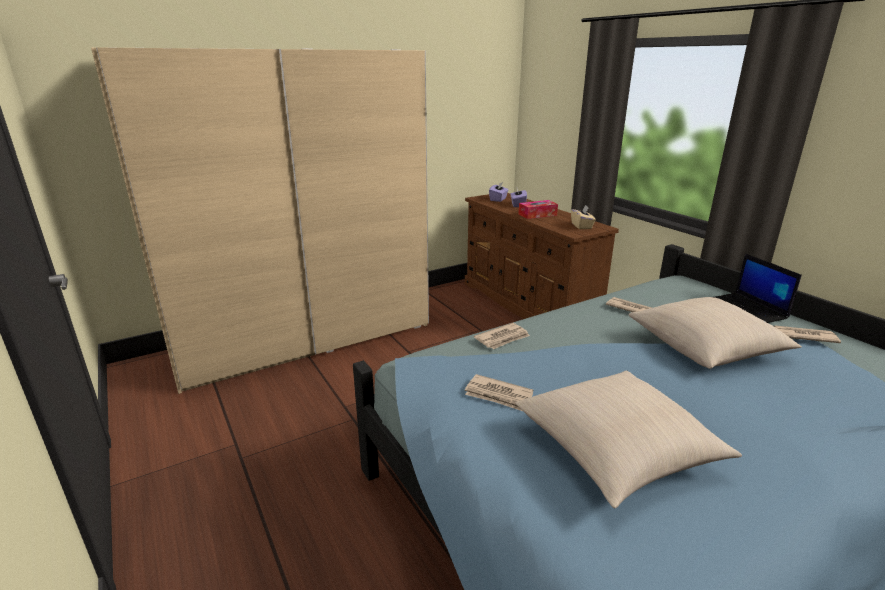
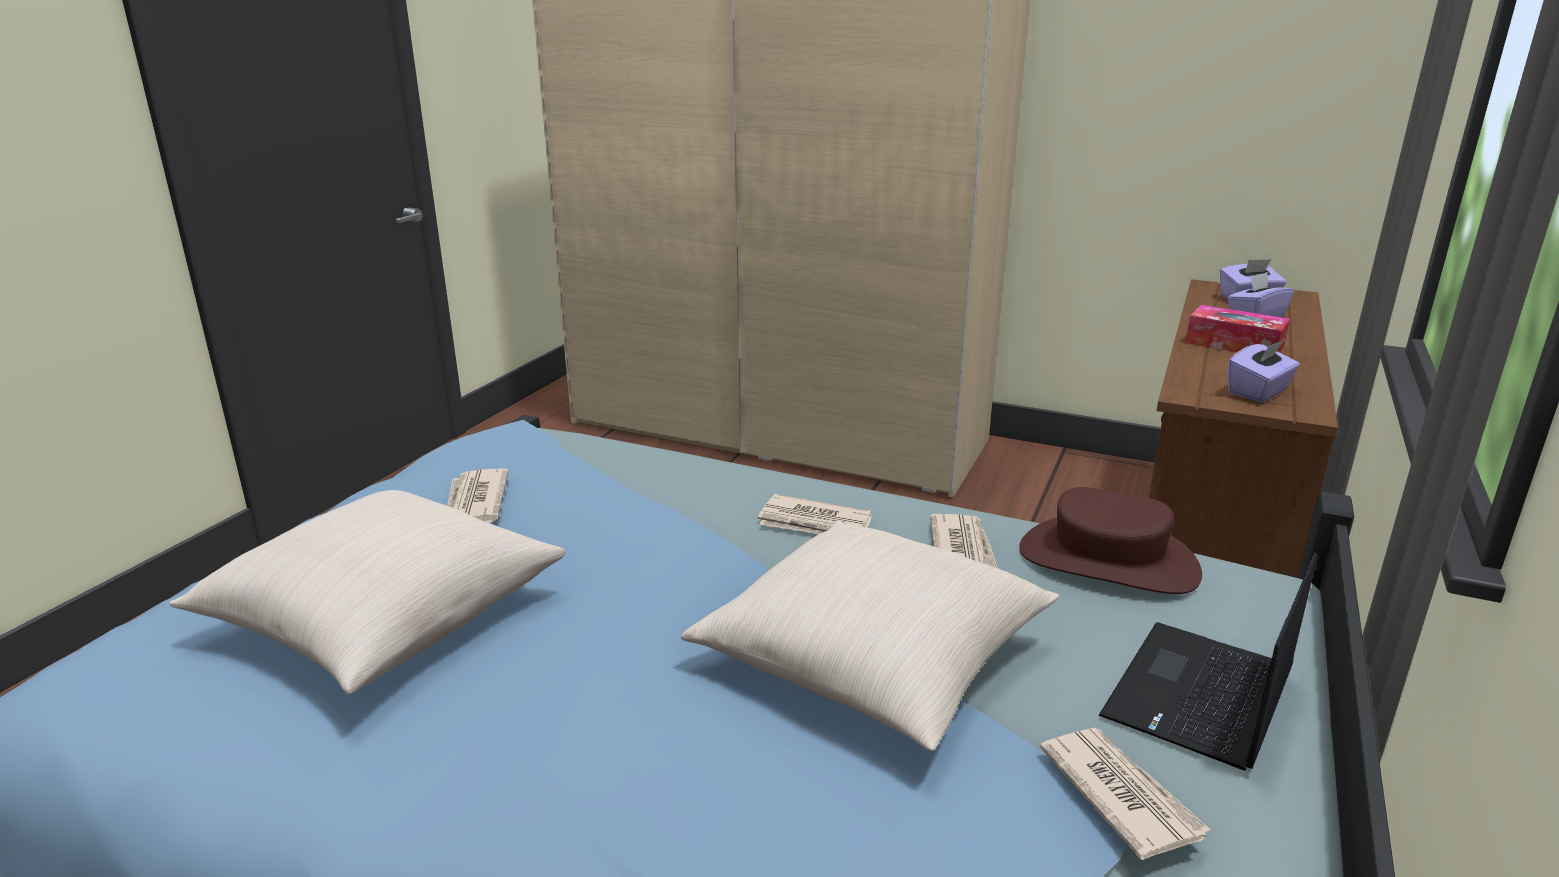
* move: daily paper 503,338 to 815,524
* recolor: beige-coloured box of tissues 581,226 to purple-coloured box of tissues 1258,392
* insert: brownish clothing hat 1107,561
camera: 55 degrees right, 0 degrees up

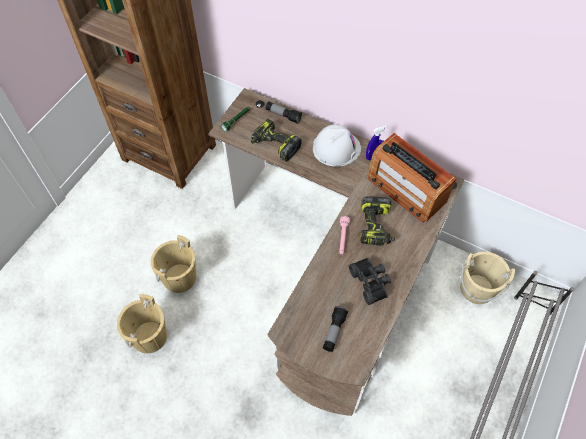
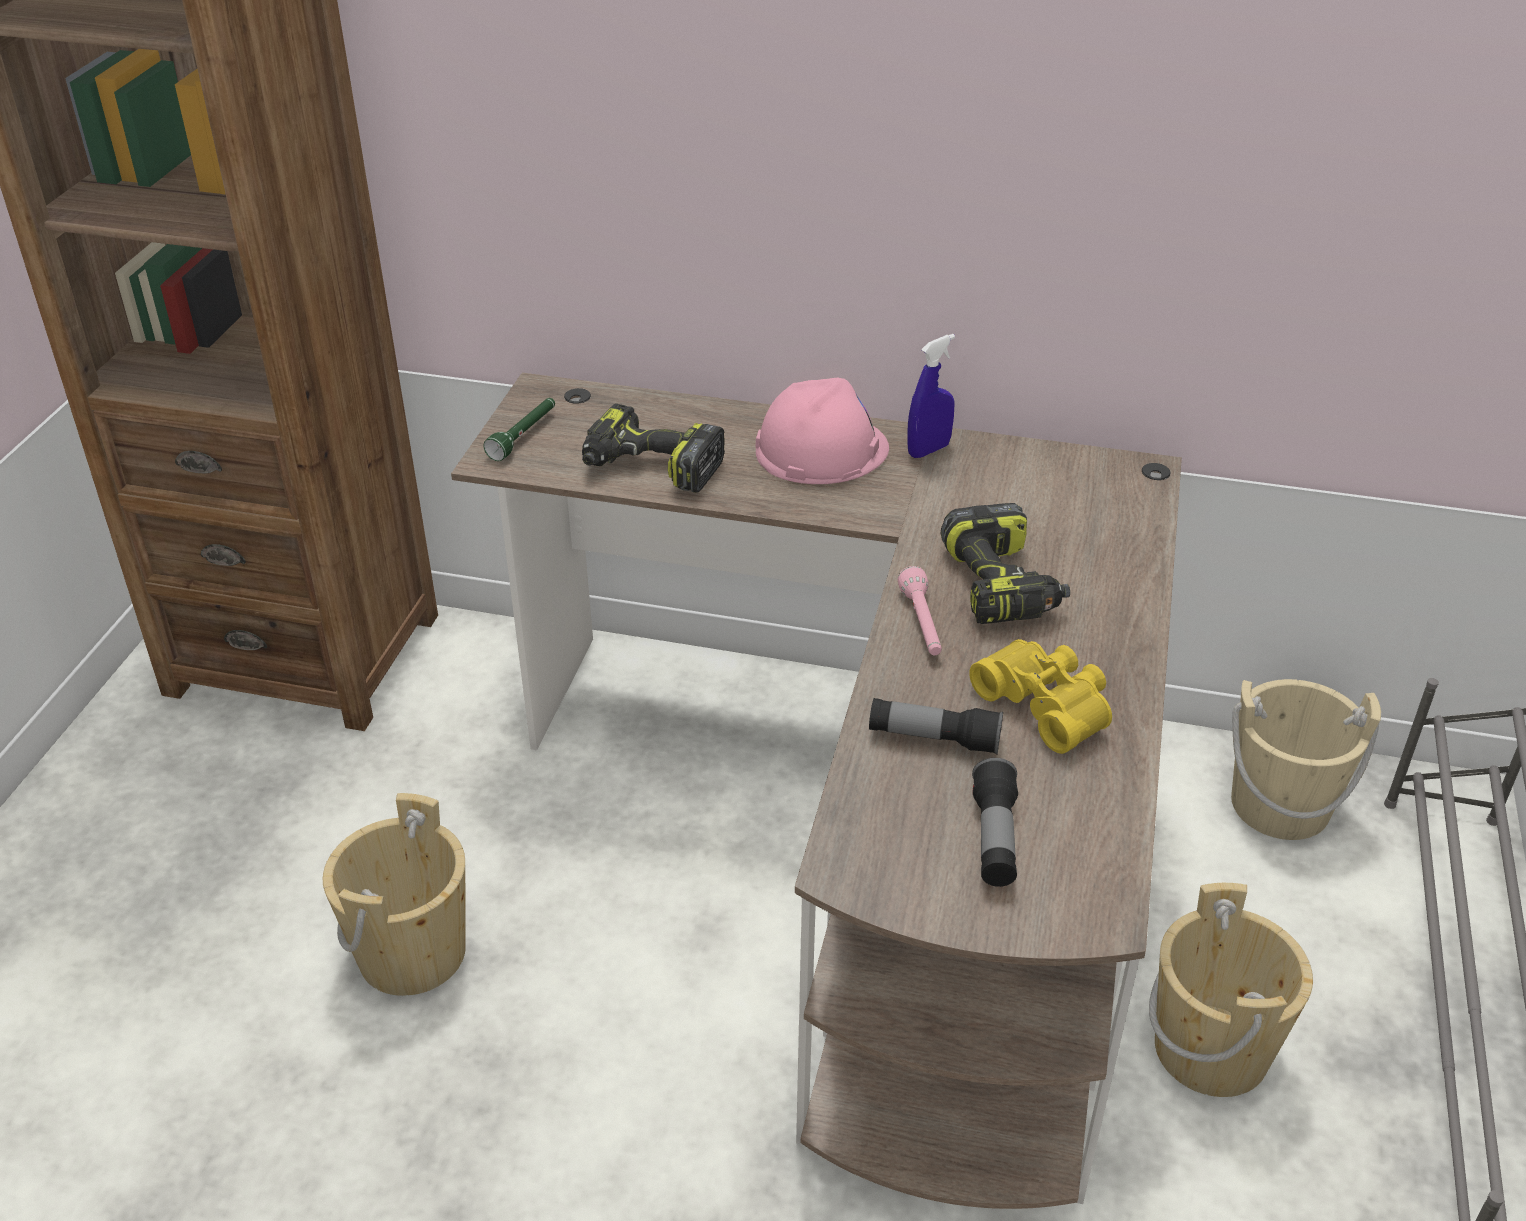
* move: beige-coloured bucket 149,336 to 1211,1049
* move: flashlight 283,115 to 934,738
* recolor: whitish safety helmet 336,148 to pink safety helmet 821,449
* recolor: black-coloured pair of binoculars 371,282 to yellow-coloured pair of binoculars 1047,704
* delete: radio receiver 406,189
camera: 15 degrees left, 20 degrees down

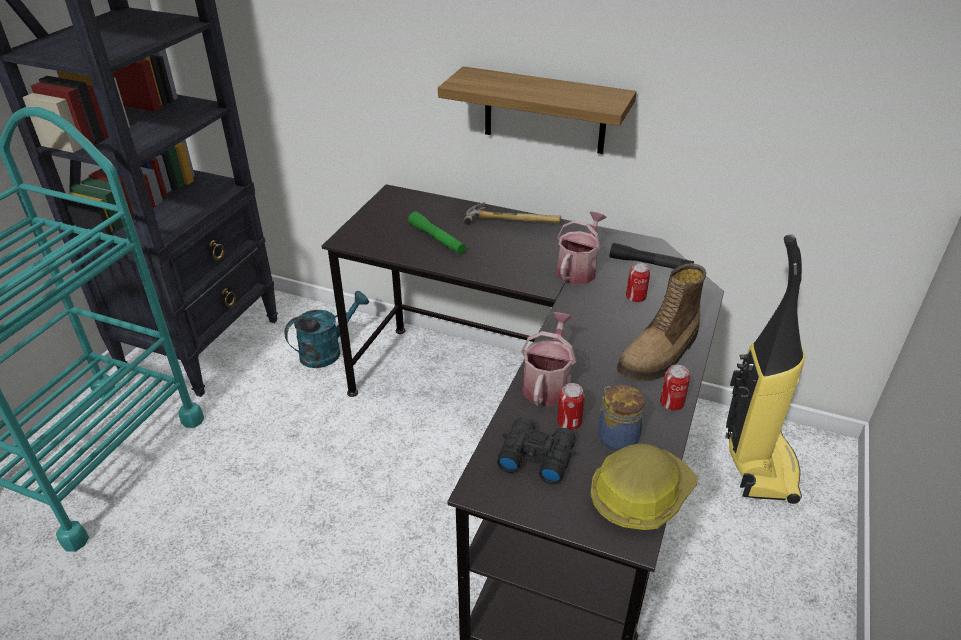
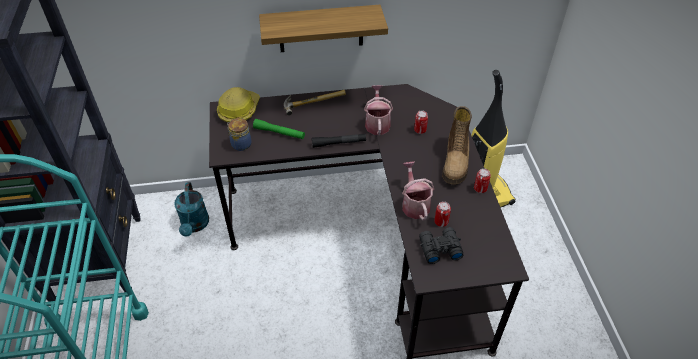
* rotate: blue-green watering can 327,351 = 195,225 150 degrees clockwise
* move: safety helmet 640,495 to 239,110
* move: storage jar 616,436 to 240,144
* move: black-coloured flashlight 650,264 to 339,143
camera: 30 degrees left, 10 degrees up

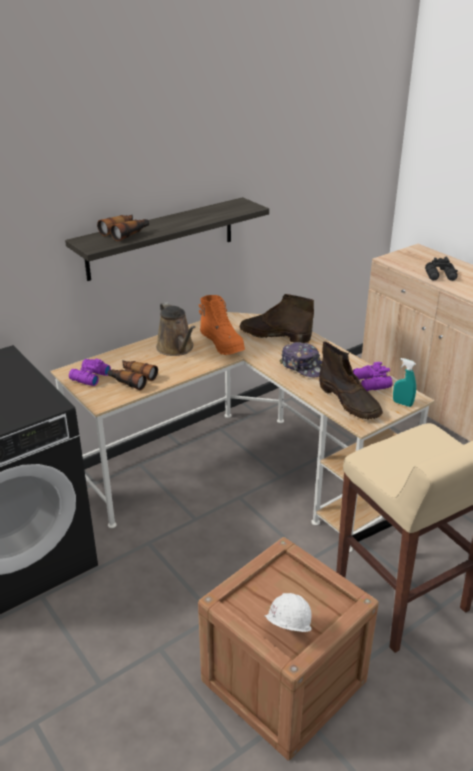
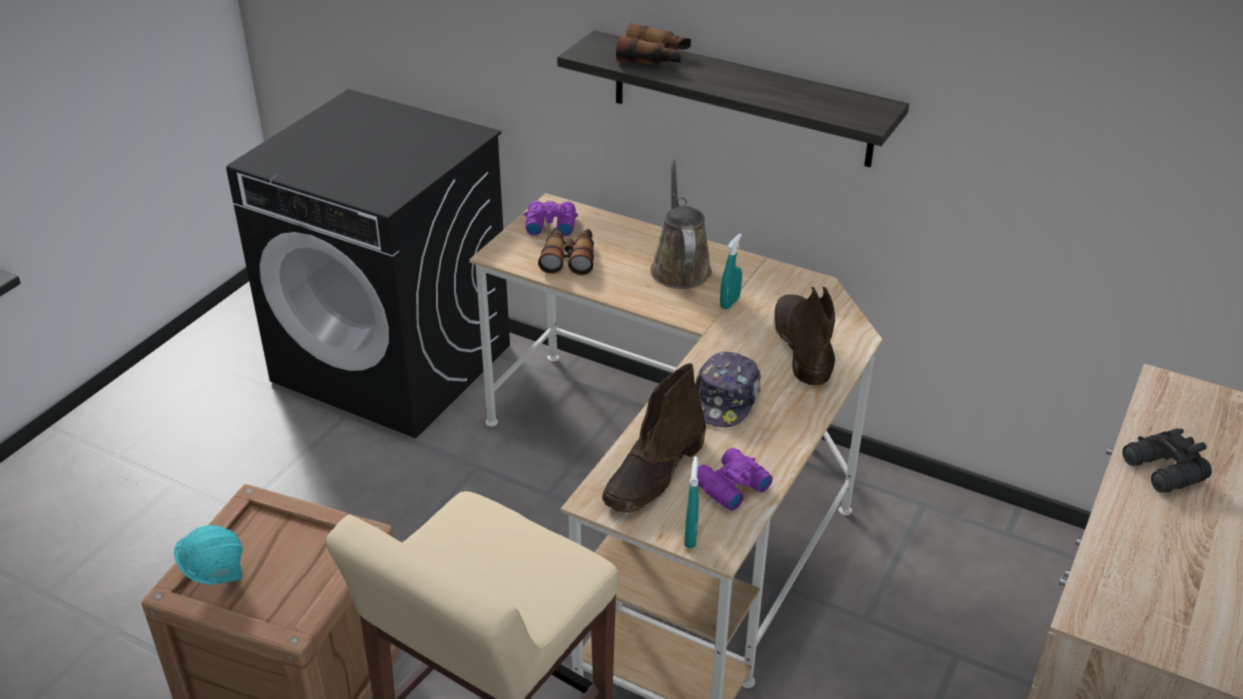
* rotate: brownish watering can 176,348 = 679,267 135 degrees clockwise
* replace: orange-coloured high-top boot 222,343 to blue-green sprayer 729,302
* recolor: whitish safety helmet 286,635 to blue-green safety helmet 216,578
camera: 65 degrees right, 5 degrees up

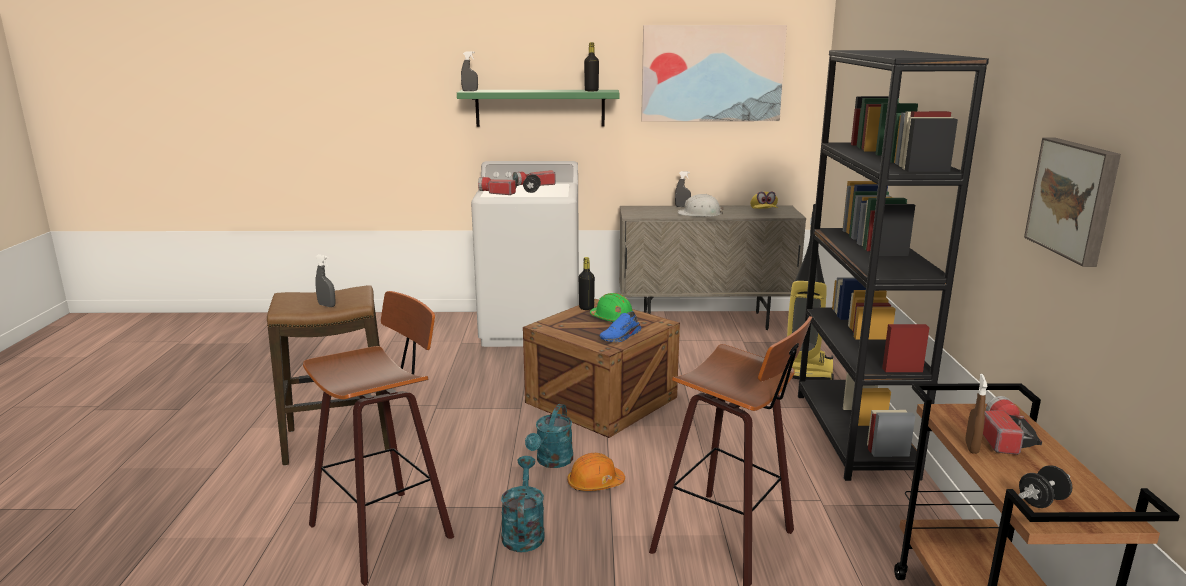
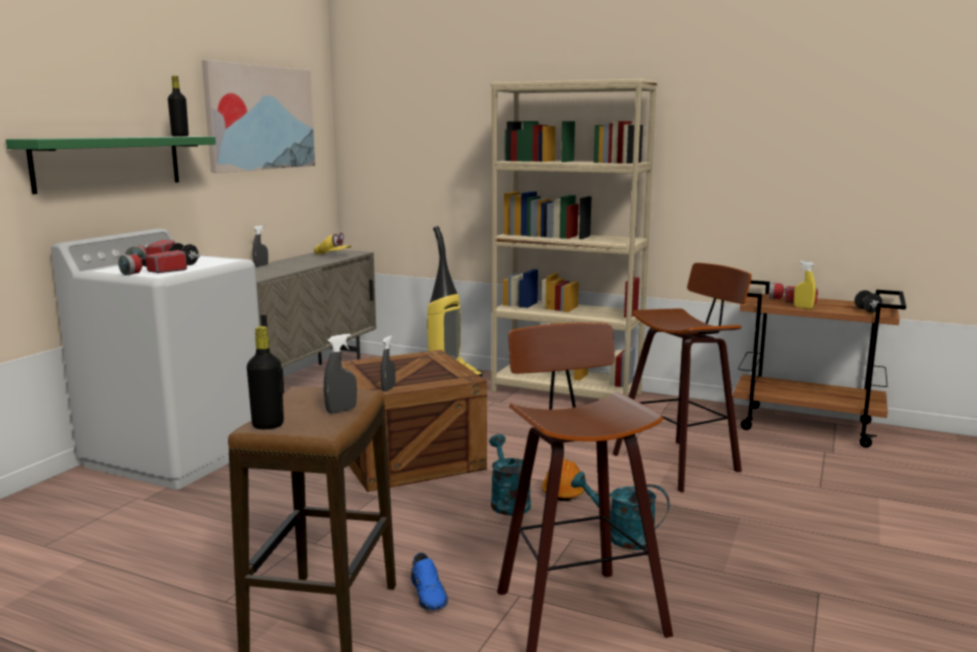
* move: gray sprayer 470,91 to 388,389
* rotate: blue-green watering can 552,462 = 508,501 150 degrees counterclockwise
* move: black-coloured bottle 586,308 to 268,425
* delete: green safety helmet 612,319
* move: blue item of footwear 621,337 to 429,594
* delete: whitish safety helmet 700,214
* recolor: black-coloured shelving unit 854,434 to beige-coloured shelving unit 566,393
* recolor: brownish sprayer 971,447 to yellow-coloured sprayer 803,307
* delete: picture 1075,199
camera: 65 degrees left, 5 degrees down

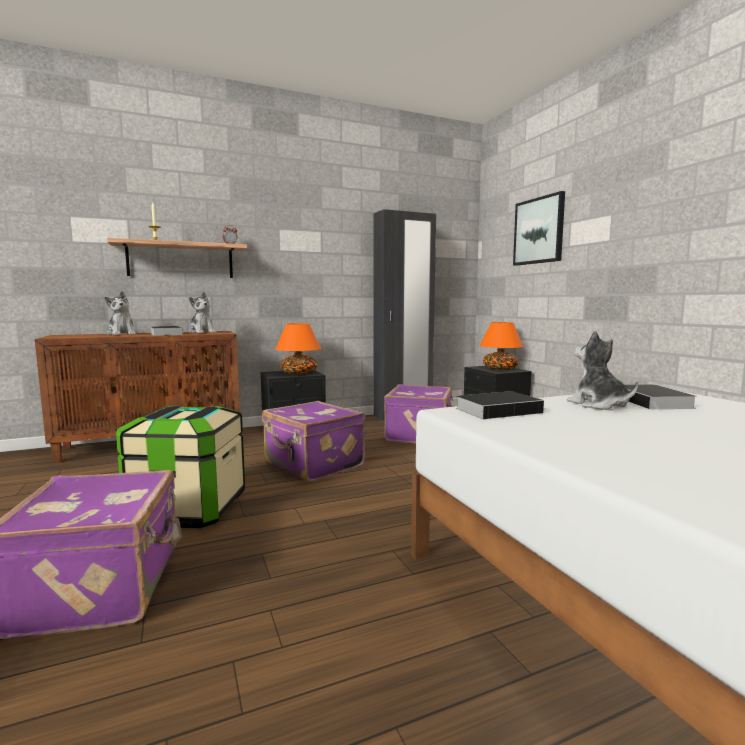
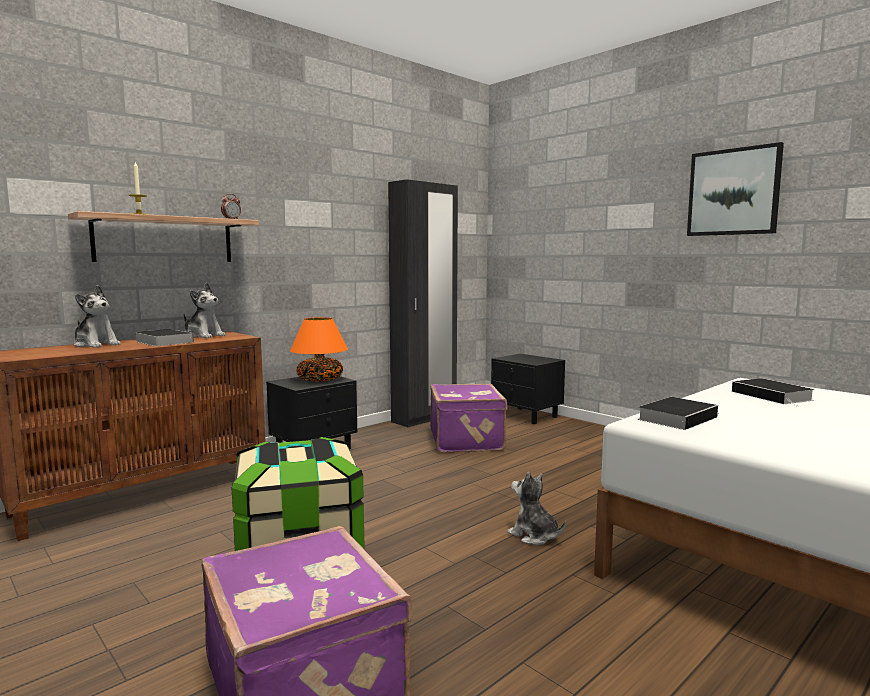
* delete: purple-coloured piece of luggage 313,465
* delete: orange-coloured tabletop lamp 500,369
* move: picture 539,231 to 733,192
* move: soft toy 598,405 to 534,536
camera: 20 degrees left, 0 degrees up

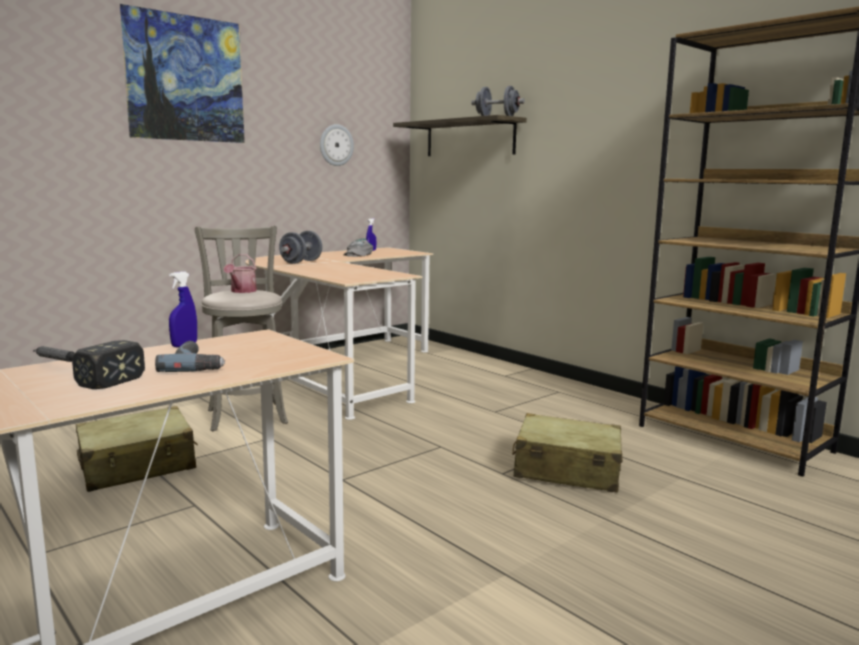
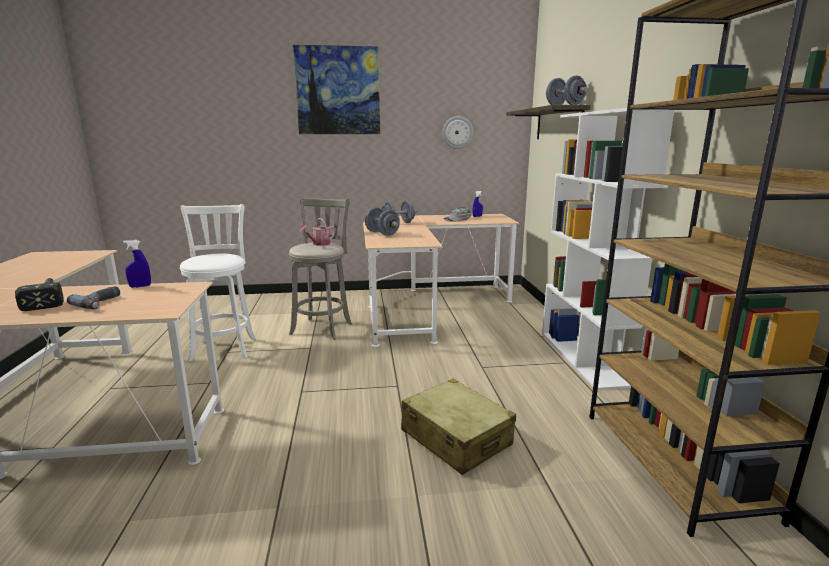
* replace: beige-coloured piece of luggage 138,465 to whitish stool 224,347
* insert: gray hand weight 382,233
* insert: whitish shelving unit 583,358
camera: 35 degrees right, 5 degrees up

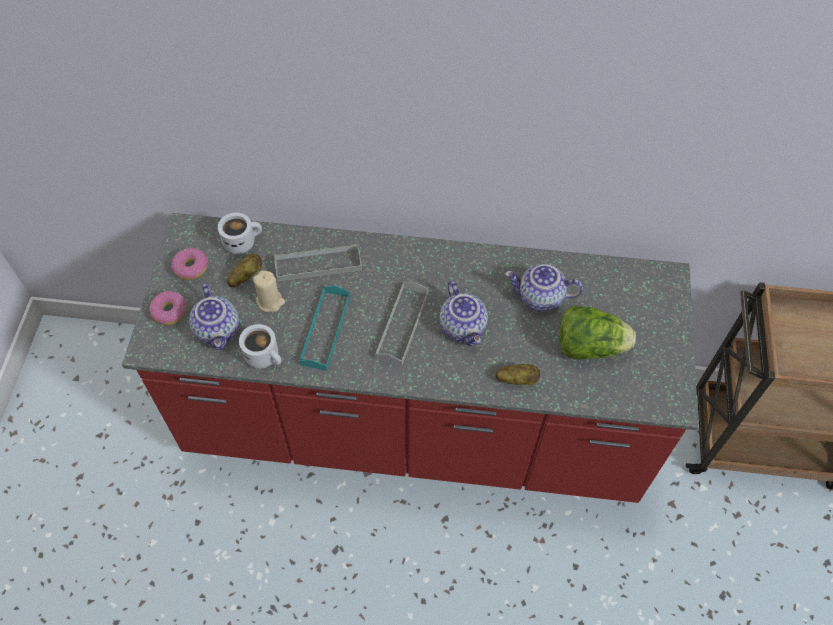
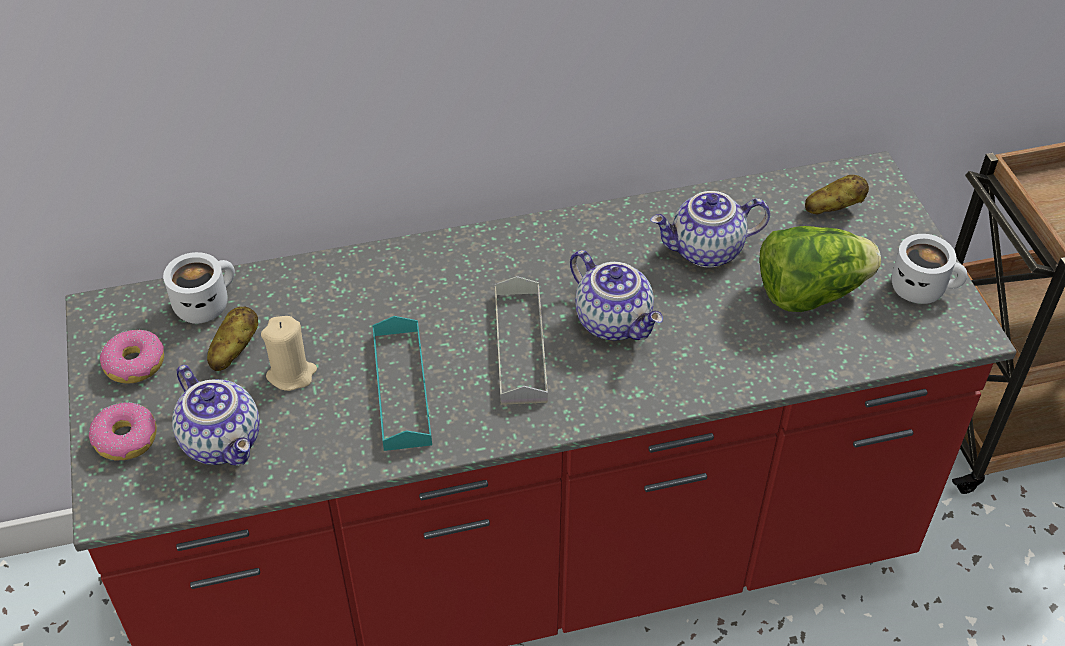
* move: whitish mug 265,356 to 922,287
* delete: gray serving tray 318,264
* move: potato 516,379 to 833,208
camera: 20 degrees left, 10 degrees down

